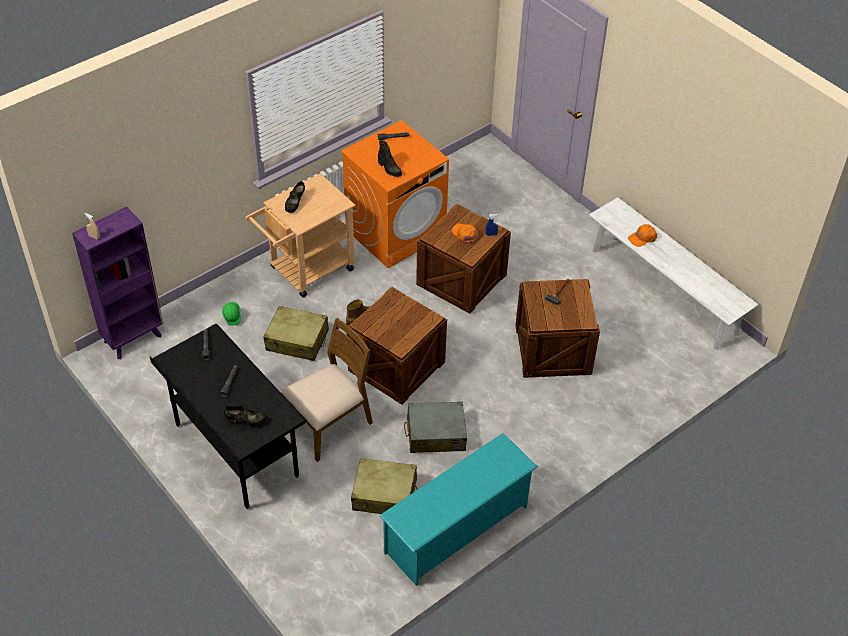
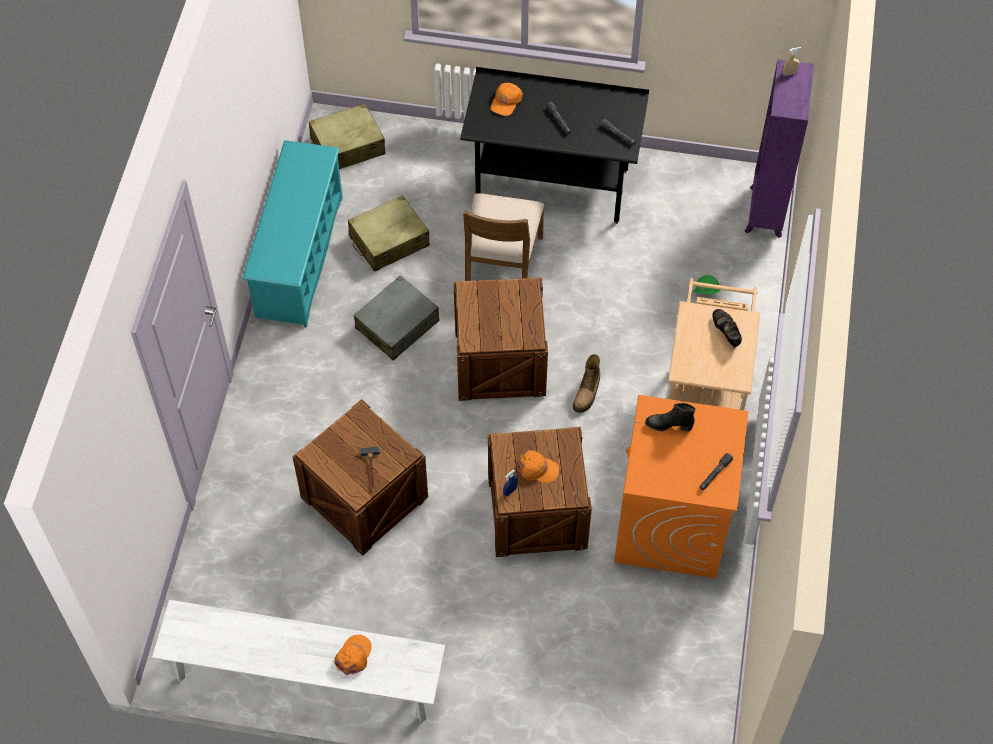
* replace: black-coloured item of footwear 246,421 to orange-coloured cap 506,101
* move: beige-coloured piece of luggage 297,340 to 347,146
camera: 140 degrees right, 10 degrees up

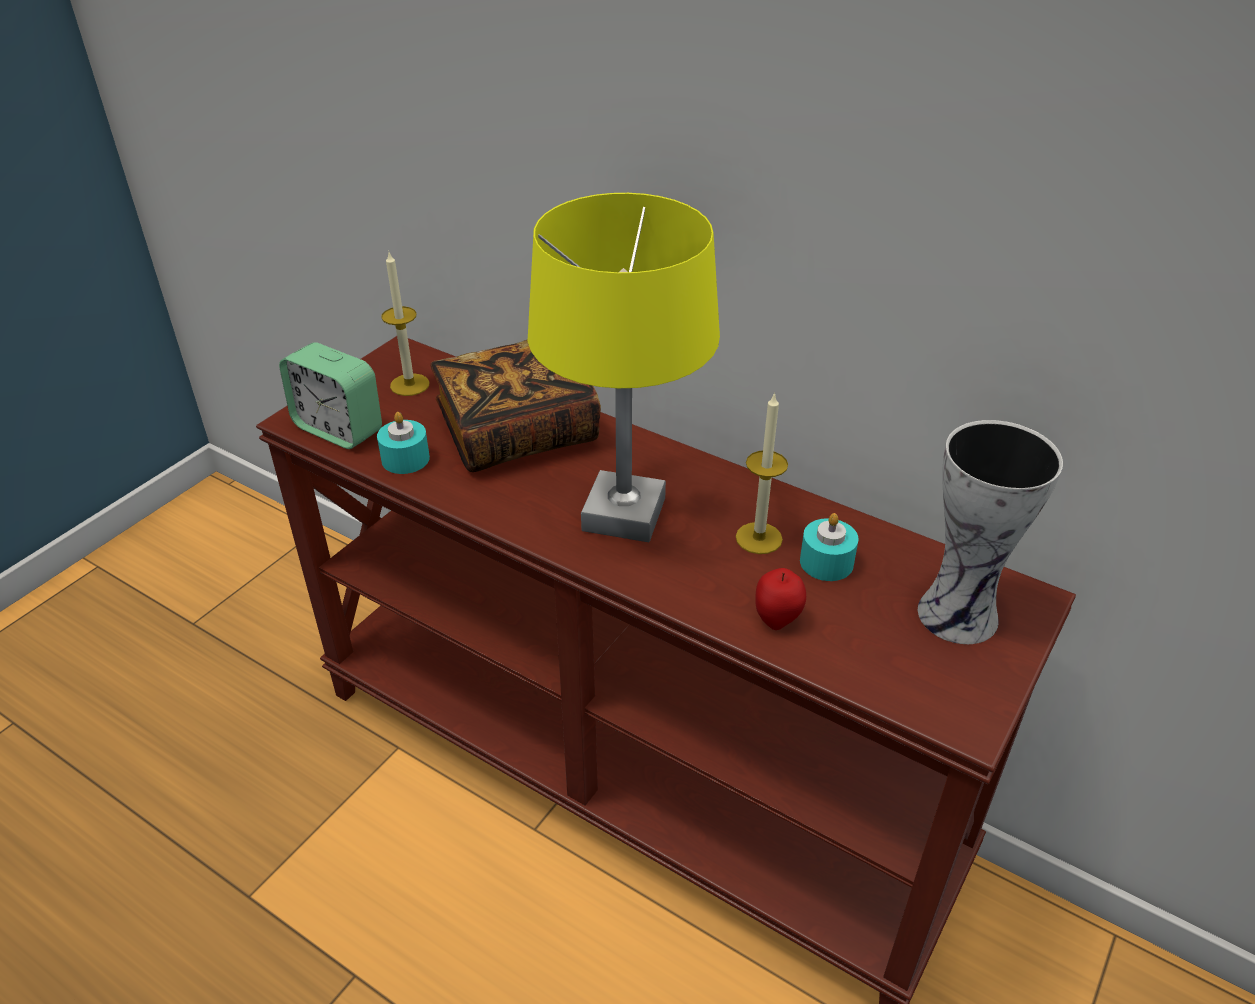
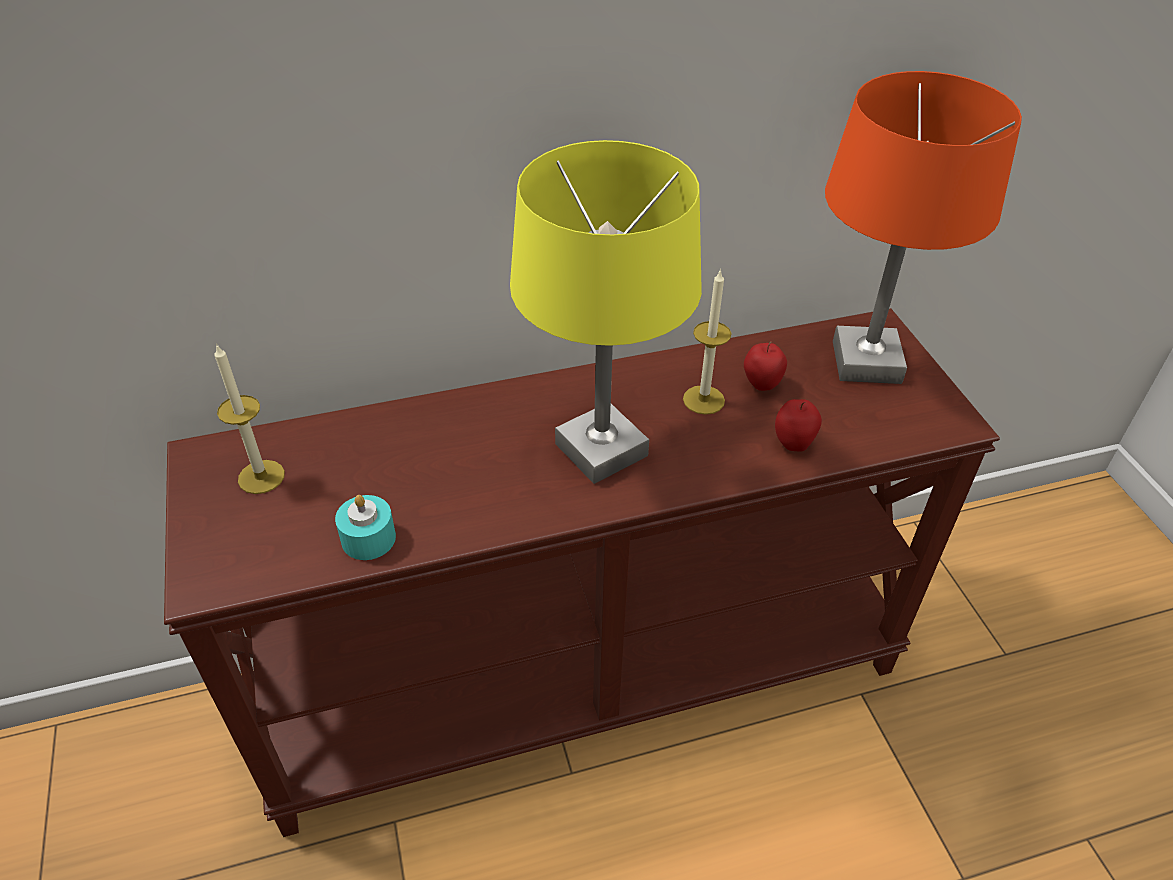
* delete: bedside clock 339,429
* delete: bound book 517,432
* replace: blue-green candle 826,562 to apple 761,385
* replace: decorative vase 961,615 to orange-coloured tabletop lamp 867,362
camera: 50 degrees left, 5 degrees up

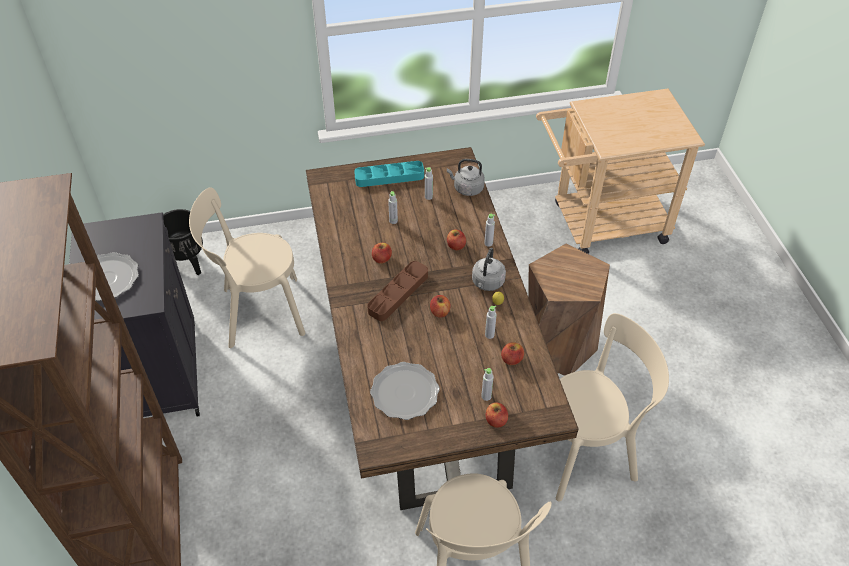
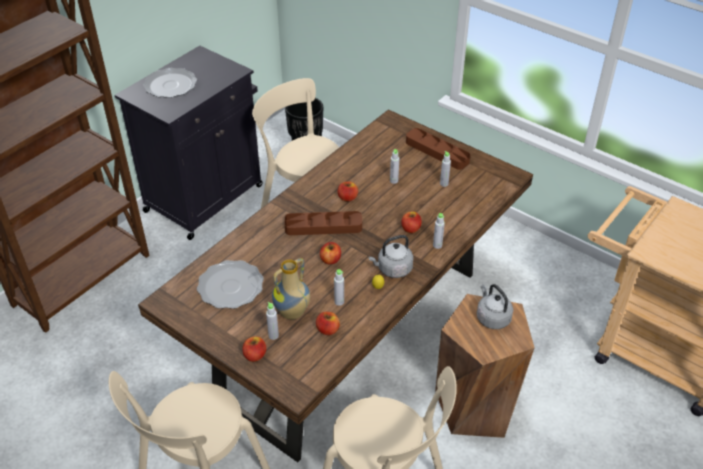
* recolor: blue-green serving tray 389,177 to brownish serving tray 437,152
* move: gray tea kettle 466,188 to 492,317
* insert: decorative vase 292,313
camera: 50 degrees right, 5 degrees down

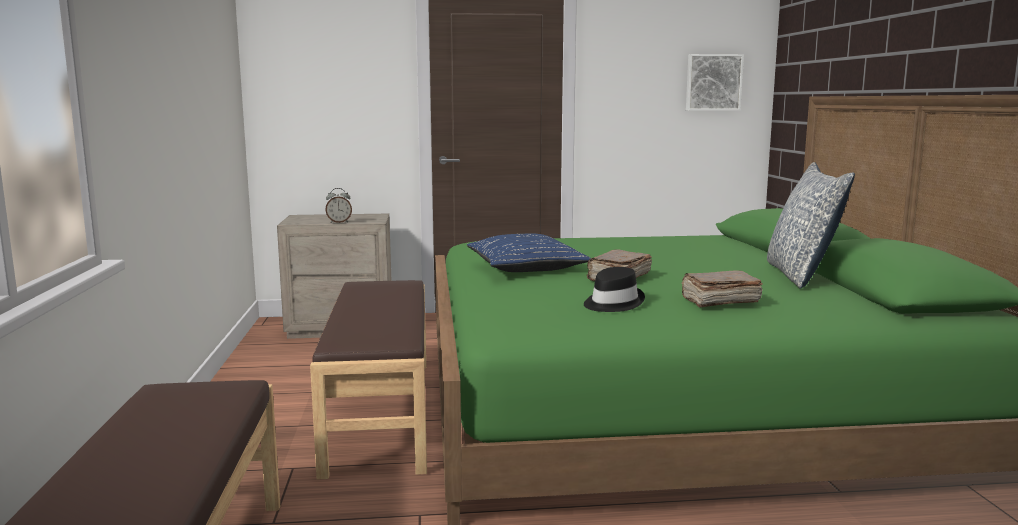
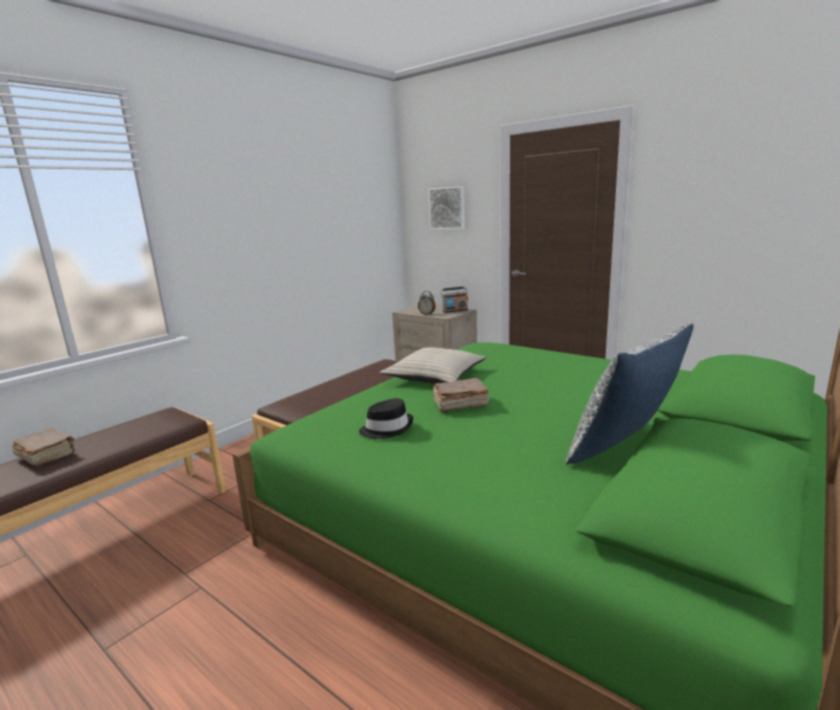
* recolor: blue cushion 526,267 to beige-coloured cushion 435,376
* move: brownish bound book 719,301 to 46,456
* move: picture 713,82 to 447,208
* insert: radio receiver 455,310
camera: 45 degrees right, 5 degrees up

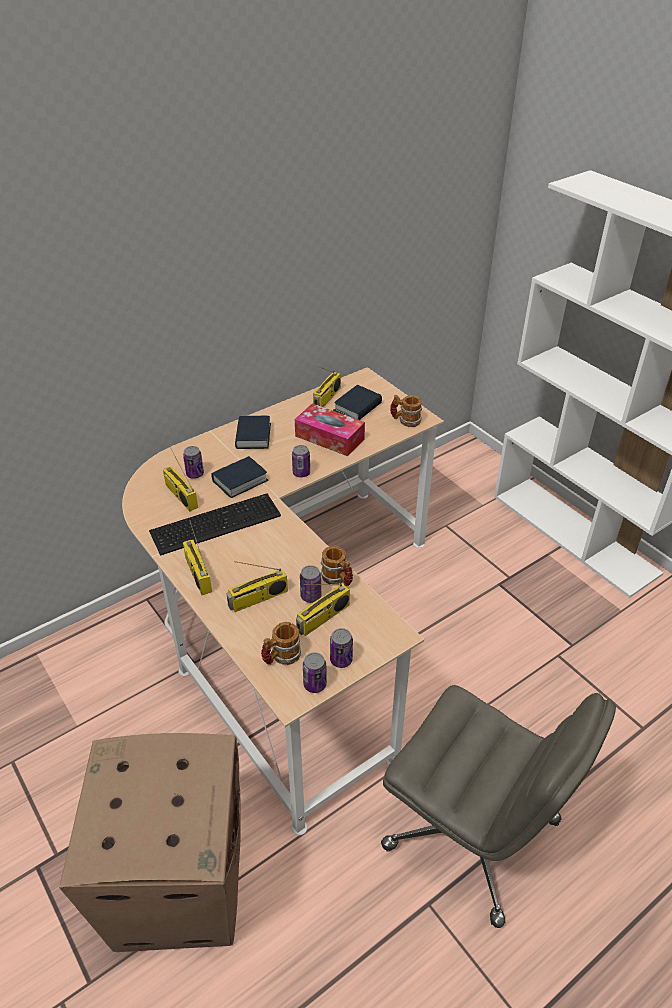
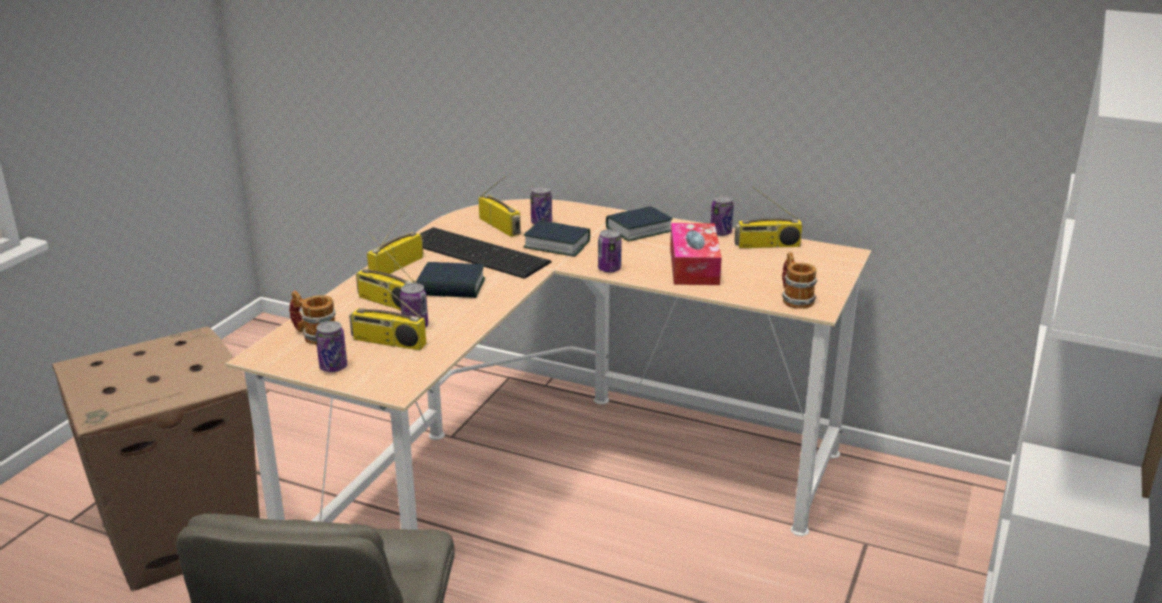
* rotate: radio receiver 180,495 = 501,226 120 degrees clockwise
* move: metal can 315,684 to 720,233
* delete: mug 338,579
* move: bound book 358,407 to 451,287
camera: 60 degrees right, 15 degrees down

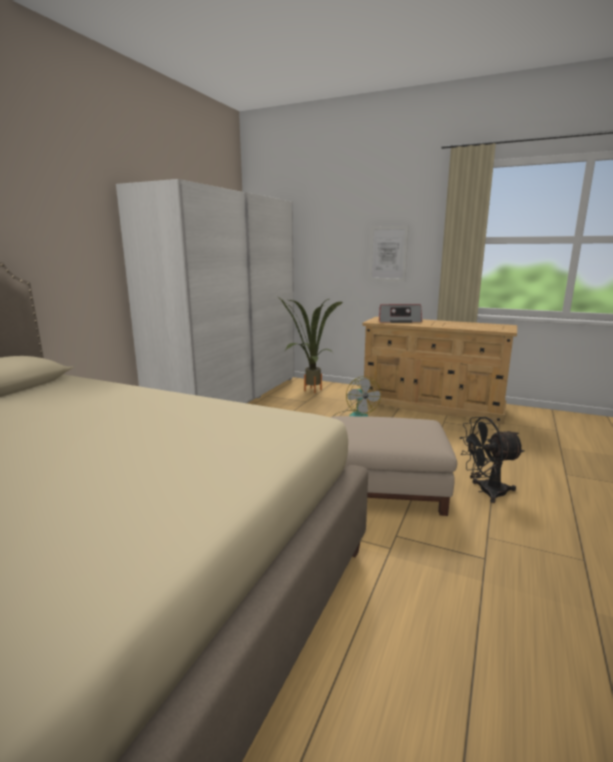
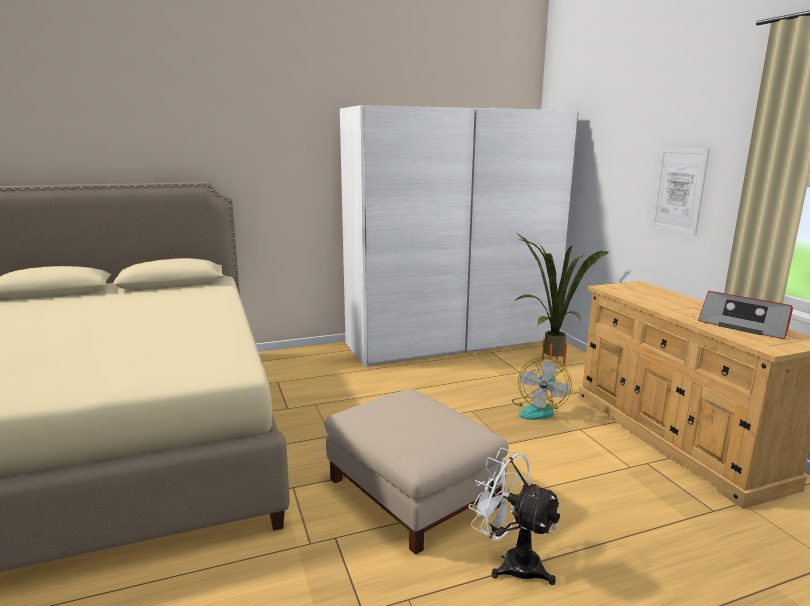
* move: radio receiver 398,321 to 744,326
* recolor: black-coloured cooling fan 486,491 to whitish cooling fan 512,562
camera: 45 degrees right, 0 degrees up

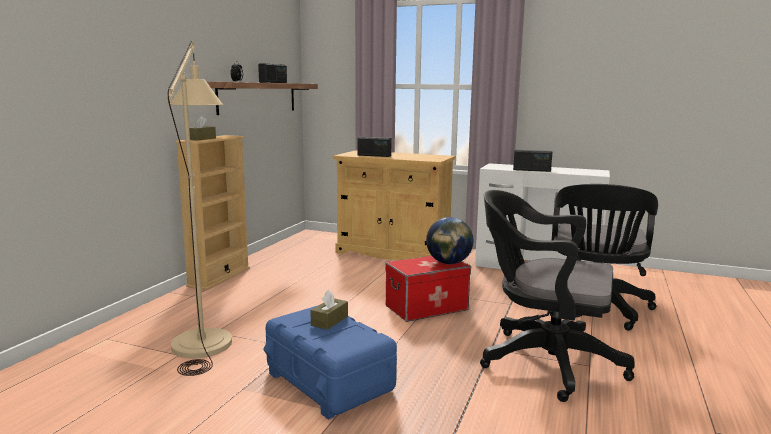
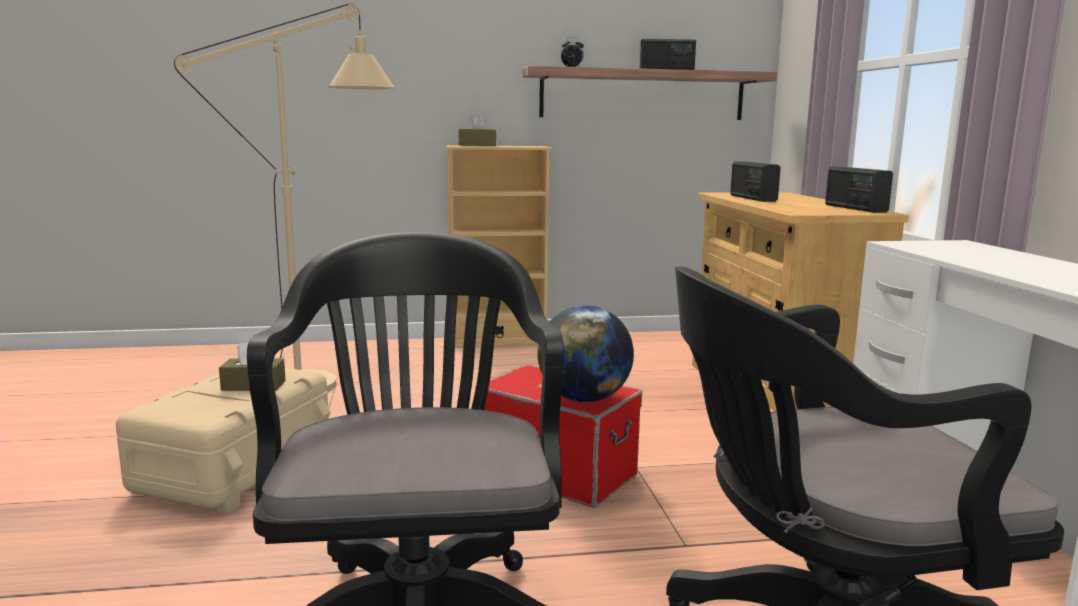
* recolor: blue storage container 328,382 to beige-coloured storage container 234,468
* move: radio receiver 531,170 to 854,208
camera: 60 degrees right, 0 degrees up

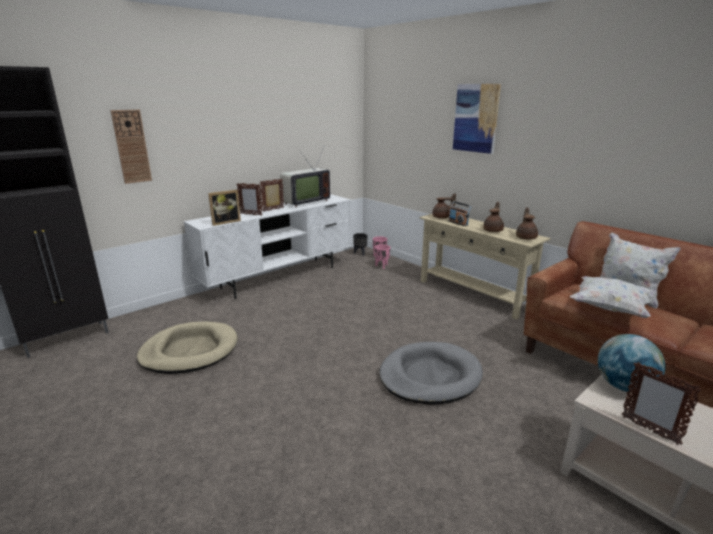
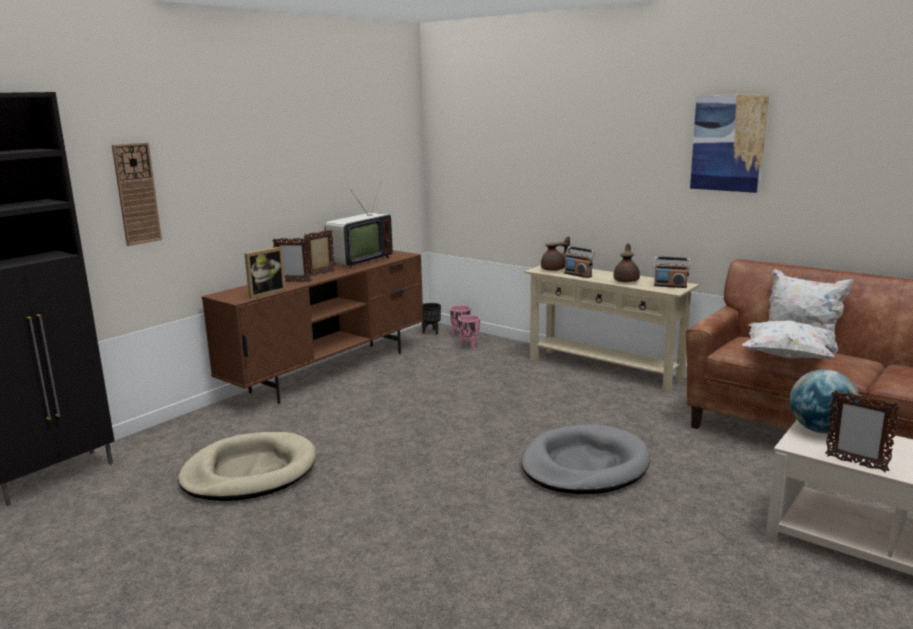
* recolor: whitish media console 280,277 to brownish media console 330,372
* move: picture 476,118 to 728,143
* replace: brownish tea pot 526,238 to radio receiver 670,286
camera: 10 degrees left, 5 degrees down

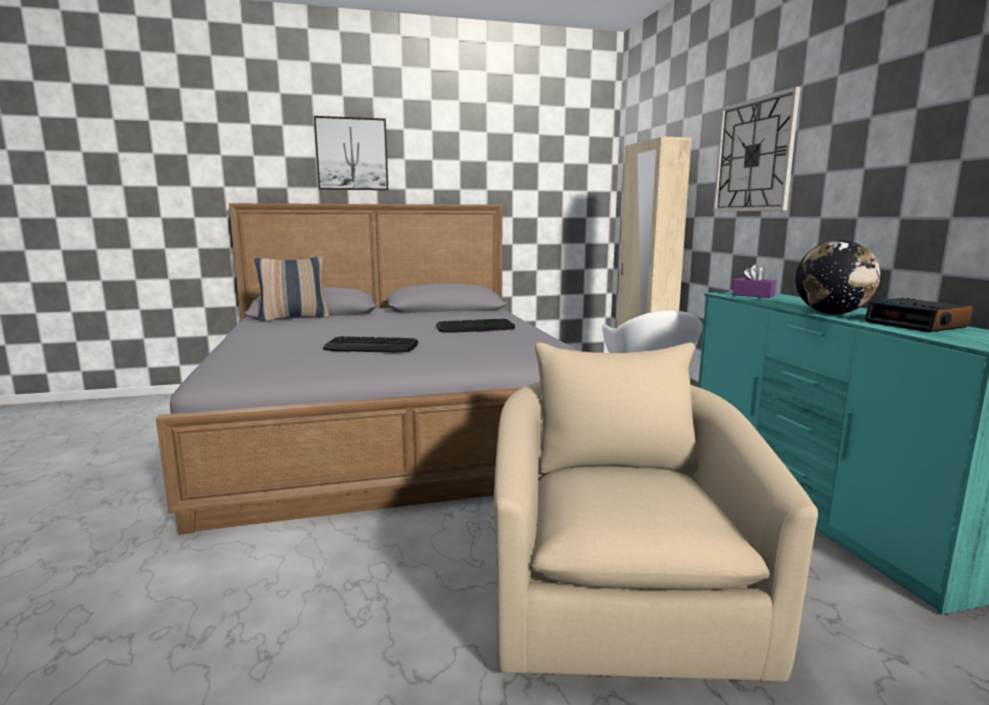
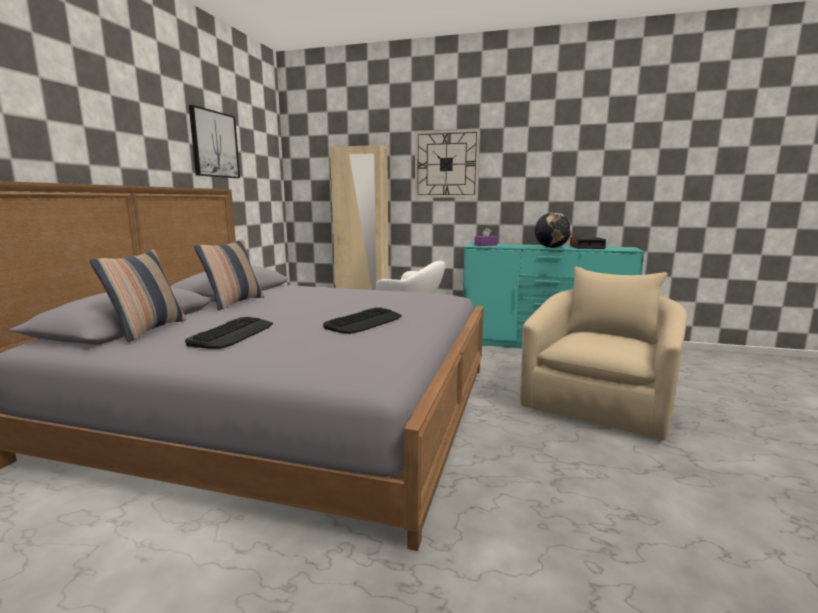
* move: picture 352,154 to 214,144
* move: keyboard 476,327 to 232,334
* rotate: beige-coloured armchair 619,596 = 600,402 90 degrees clockwise
* insert: cushion 234,302
camera: 60 degrees left, 0 degrees up

